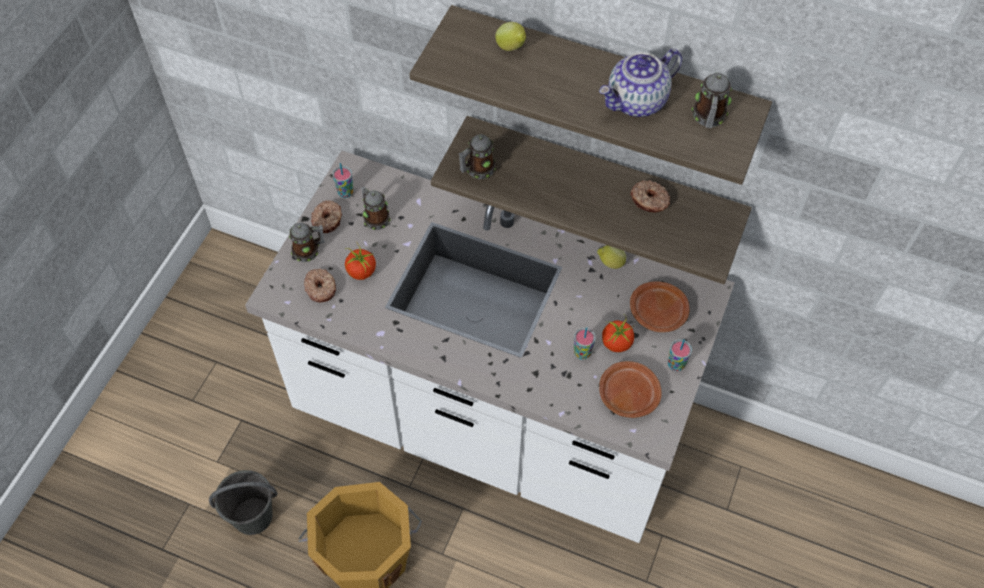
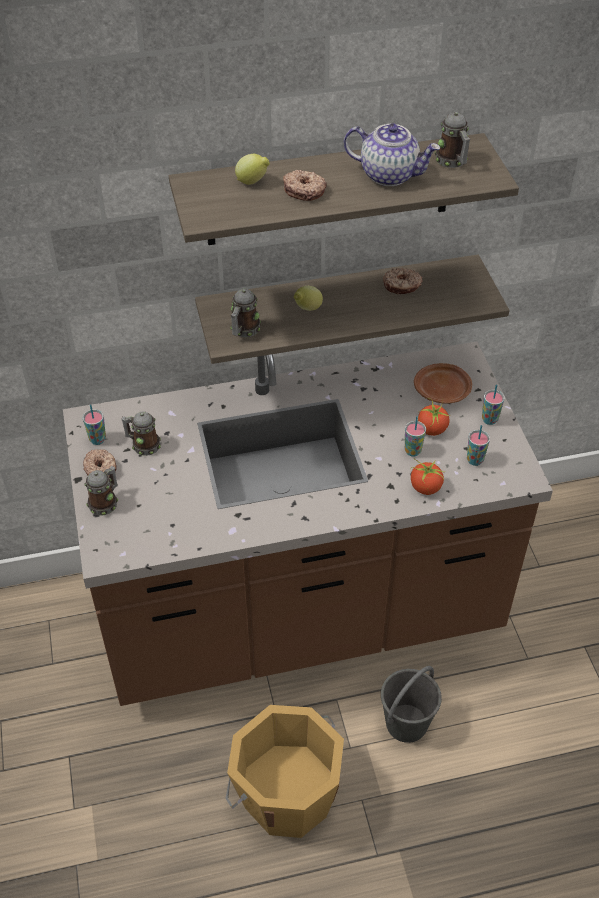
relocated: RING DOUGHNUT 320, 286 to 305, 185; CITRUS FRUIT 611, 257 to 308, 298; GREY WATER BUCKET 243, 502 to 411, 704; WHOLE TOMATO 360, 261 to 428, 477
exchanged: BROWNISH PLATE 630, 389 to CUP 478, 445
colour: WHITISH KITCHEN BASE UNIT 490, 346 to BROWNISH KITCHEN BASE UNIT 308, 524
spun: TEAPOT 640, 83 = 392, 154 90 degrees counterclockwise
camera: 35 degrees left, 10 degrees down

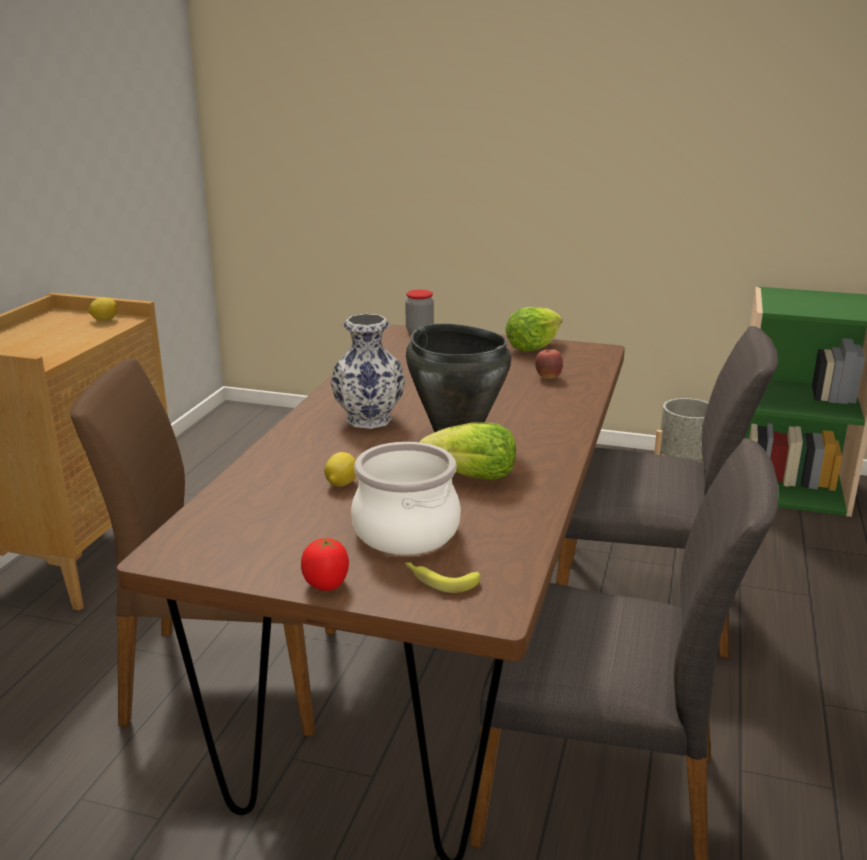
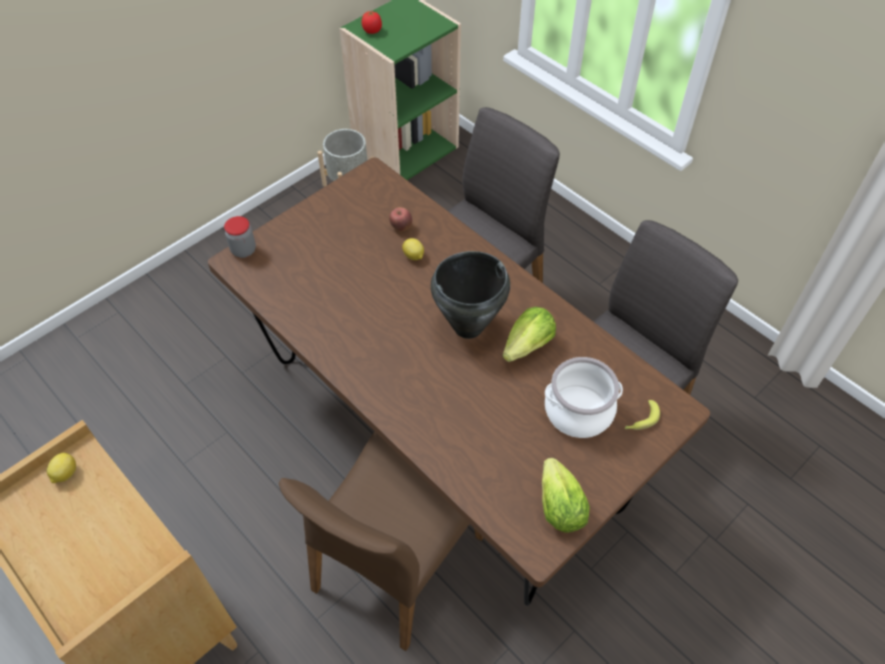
missing: VASE 368, 371
relocated: WHOLE TOMATO 325, 564 to 372, 22; CITRUS FRUIT 340, 469 to 413, 249; LETTUCE HEAD 533, 329 to 566, 495
camera: 60 degrees left, 30 degrees up

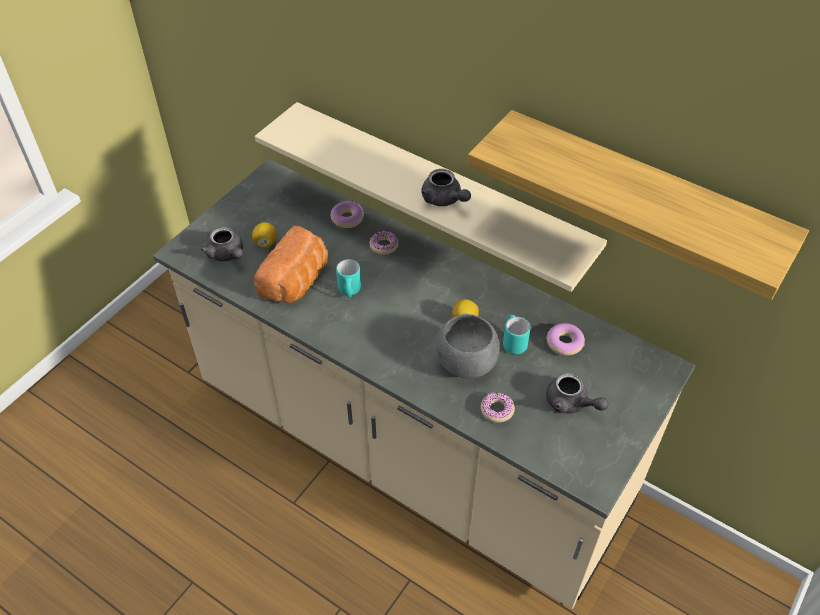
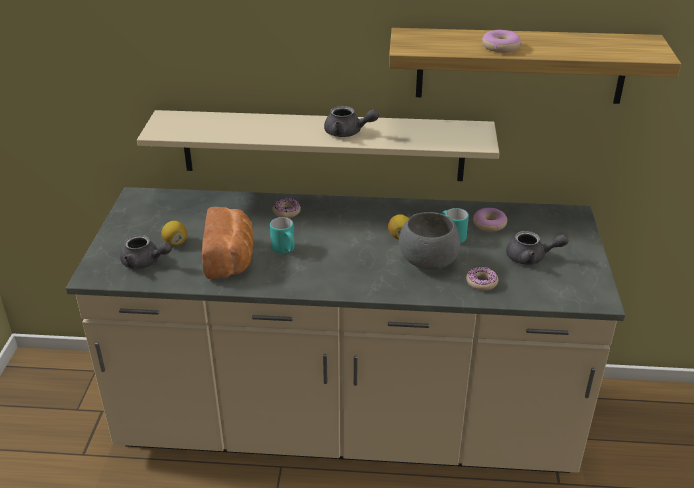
relocated: RING DOUGHNUT 347, 214 to 501, 41
camera: 30 degrees left, 15 degrees down

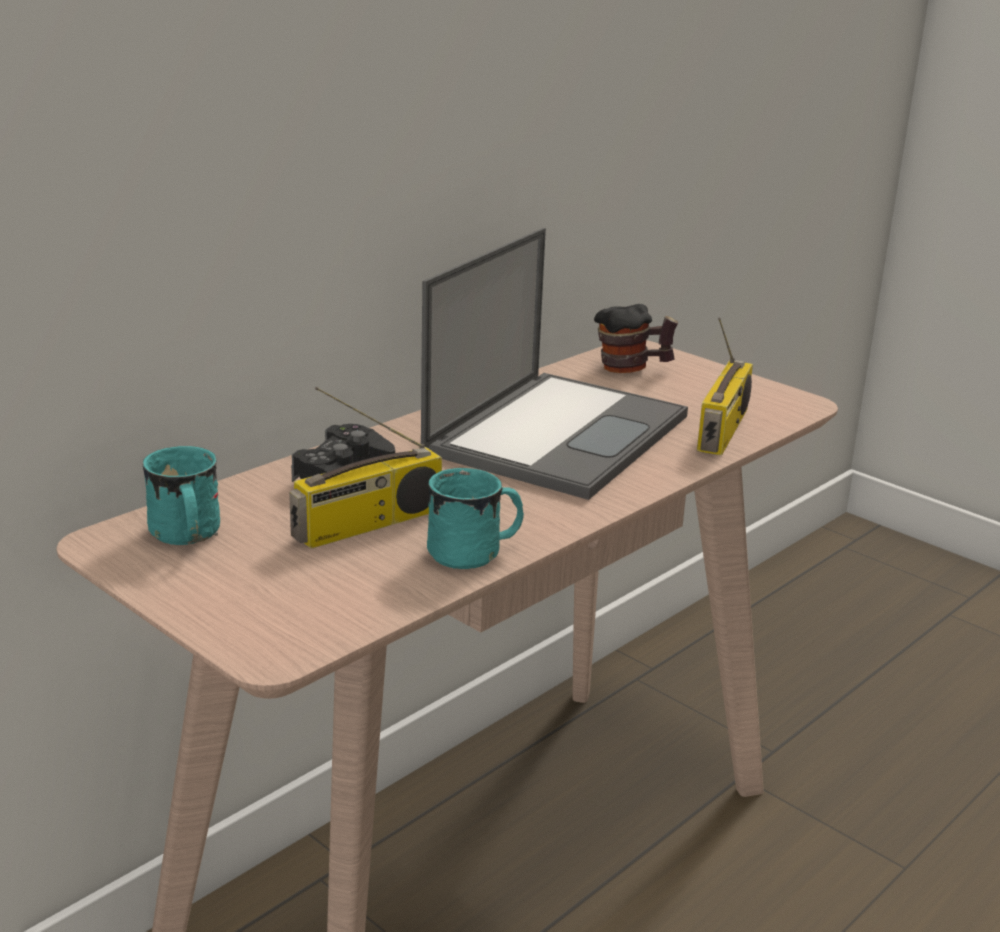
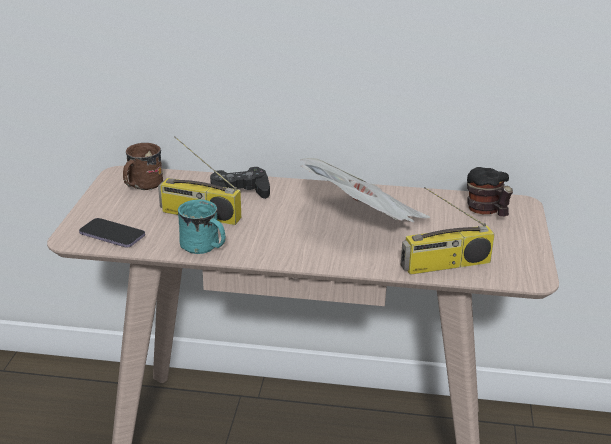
appeared: PHONE 112, 232
exchanged: LAPTOP 554, 364 to PRINTED PAPER 365, 190
colour: BLUE-GREEN COFFEE MUG 181, 495 to BROWNISH COFFEE MUG 143, 166
camera: 55 degrees right, 5 degrees up

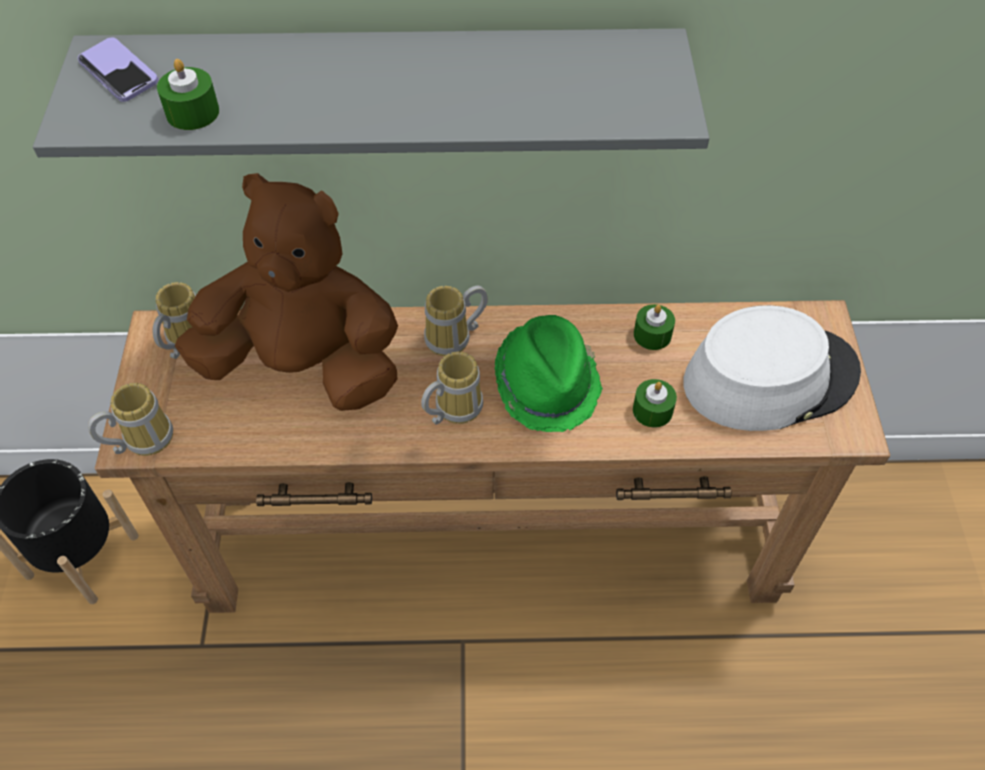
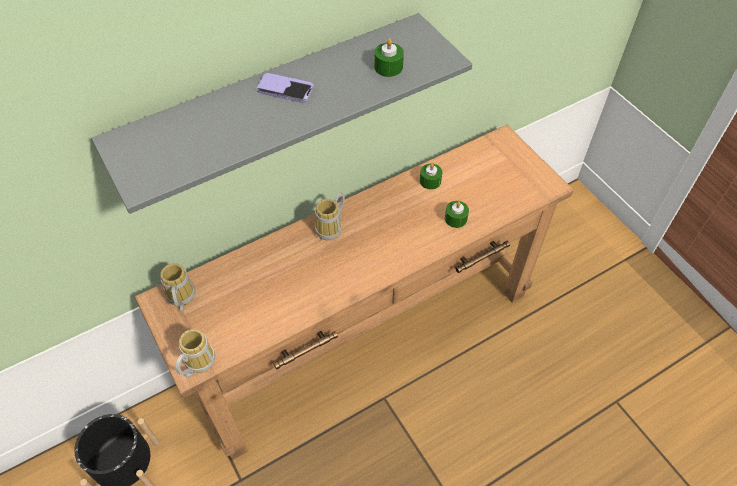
missing: BROWNISH PLUSH TOY 286, 292; COFFEE MUG 452, 388; GREEN CLOTHING HAT 548, 373; WHITISH CLOTHING HAT 772, 368
relocated: PHONE 118, 69 to 285, 88; GREEN CANDLE 188, 94 to 389, 57
camera: 30 degrees left, 0 degrees up

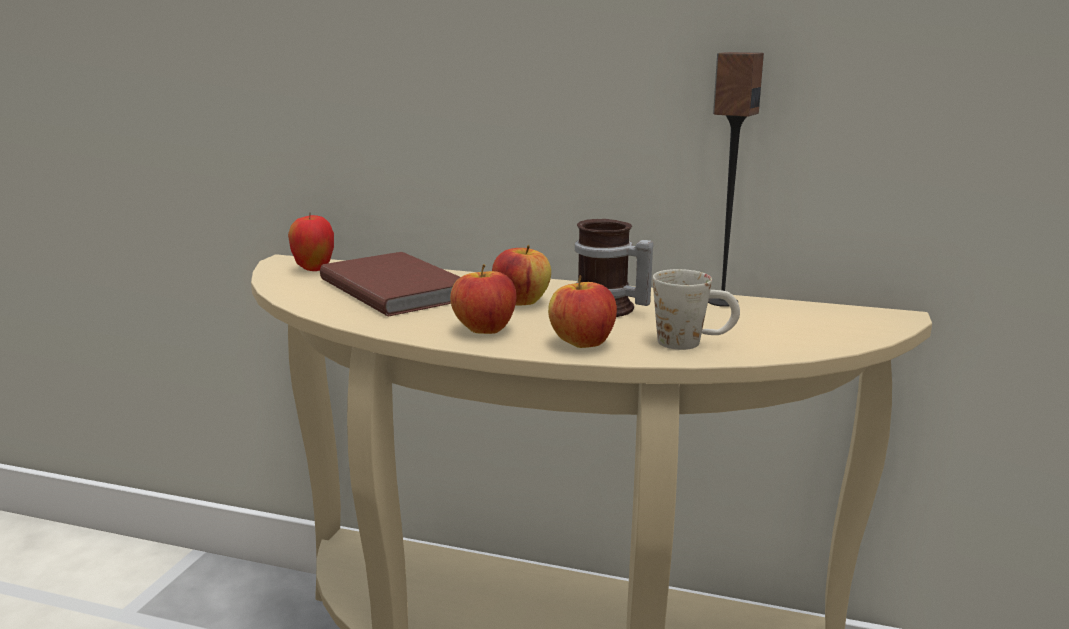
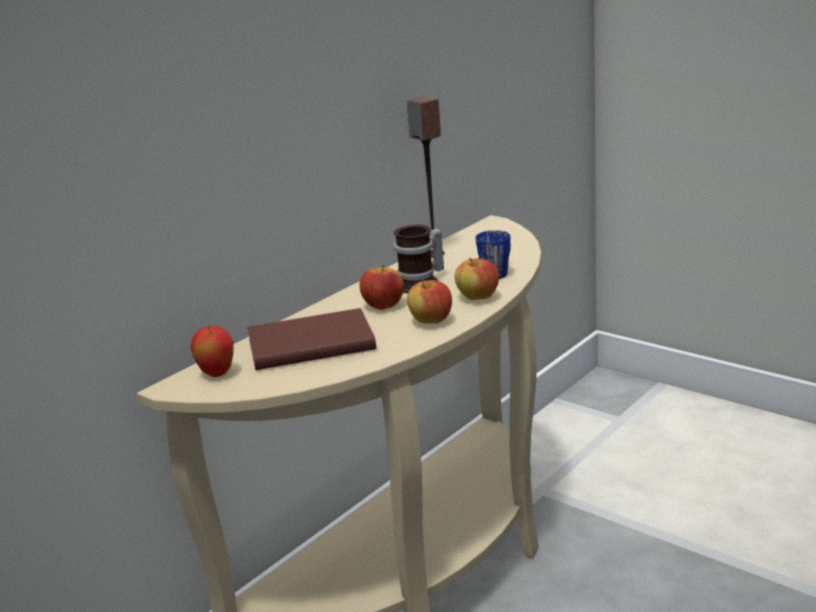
colour: WHITISH COFFEE MUG 696, 309 to BLUE COFFEE MUG 493, 254
camera: 65 degrees left, 5 degrees up

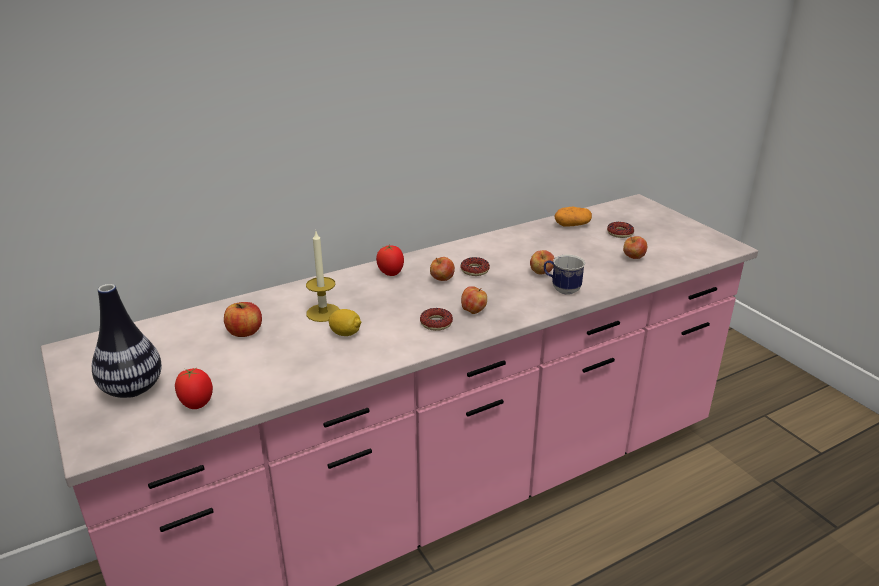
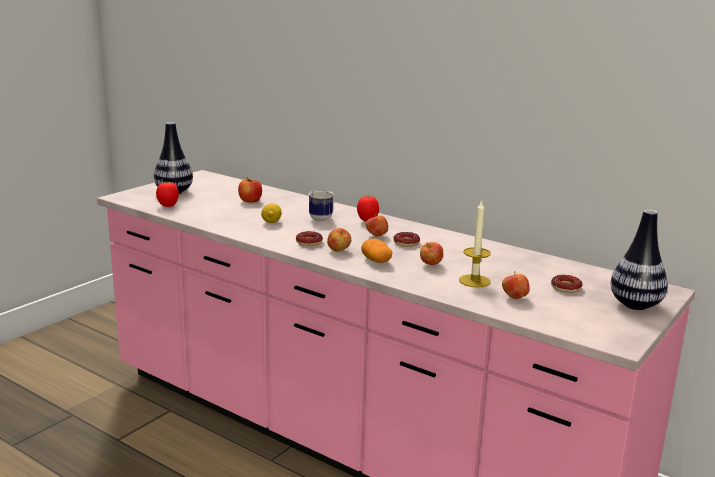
appeared: VASE 639, 260
relocated: COFFEE MUG 564, 274 to 321, 205; WHOLE POTATO 573, 217 to 376, 250; CANDLE 323, 277 to 475, 244
camera: 65 degrees right, 10 degrees down

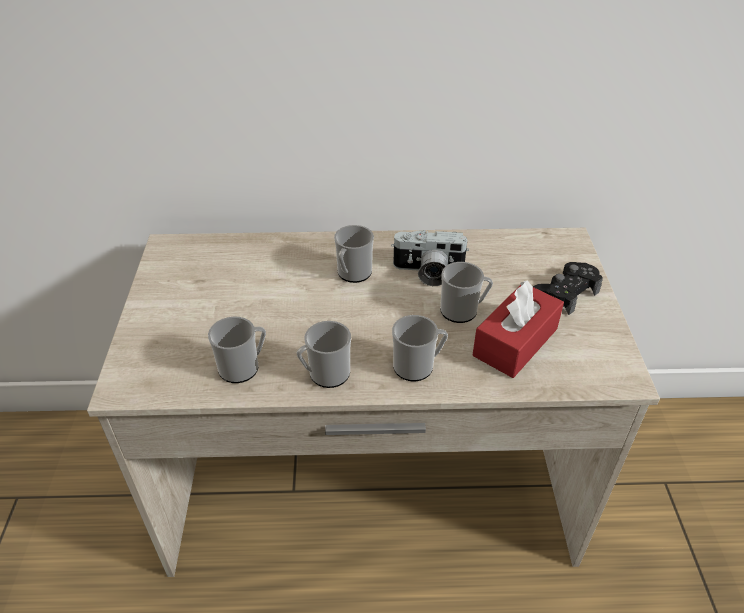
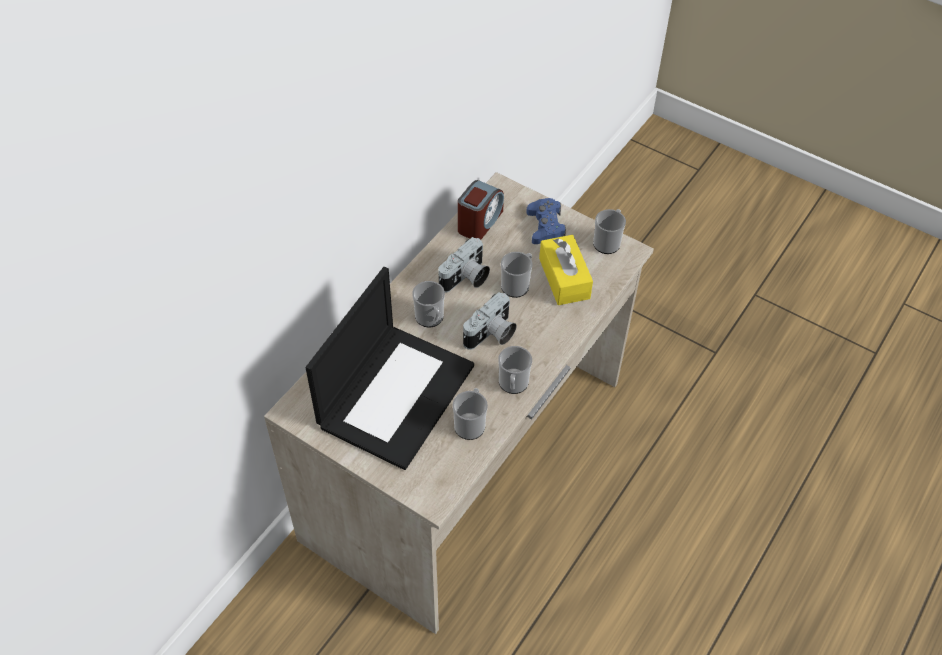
appeared: LAPTOP 390, 368; TABLE CLOCK 481, 210; STILL CAMERA 490, 321
relocated: COFFEE MUG 420, 348 to 609, 231
colour: BLACK-COLOURED GAME CONTROLLER 568, 288 to BLUE GAME CONTROLLER 546, 221; RED-COLOURED TISSUE HOLDER 518, 329 to YELLOW-COLOURED TISSUE HOLDER 566, 270
camera: 55 degrees left, 10 degrees up

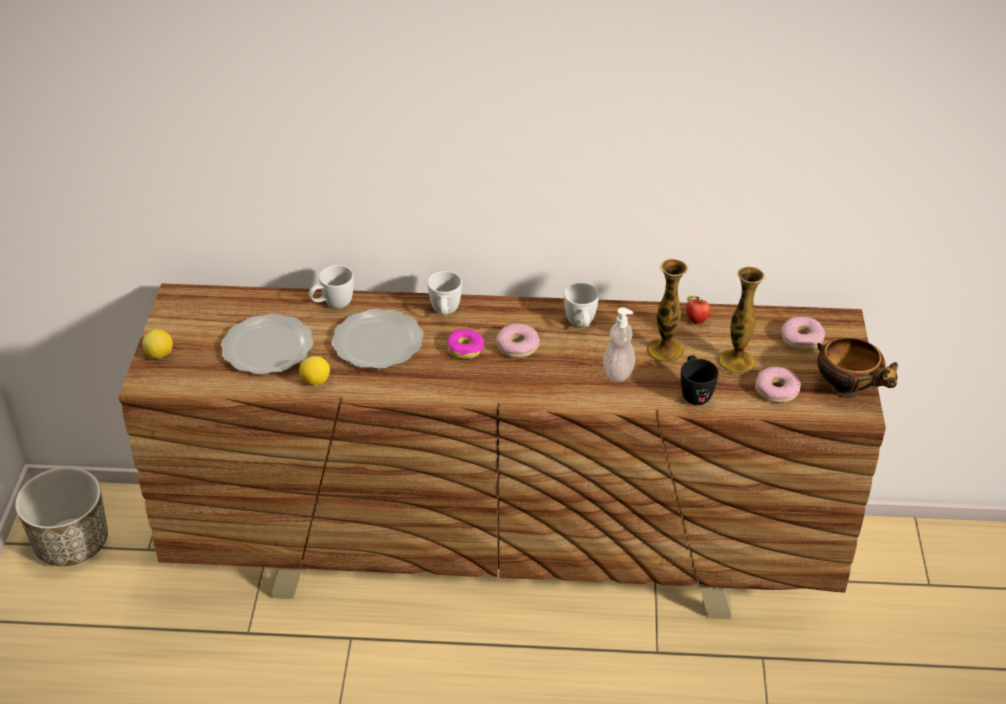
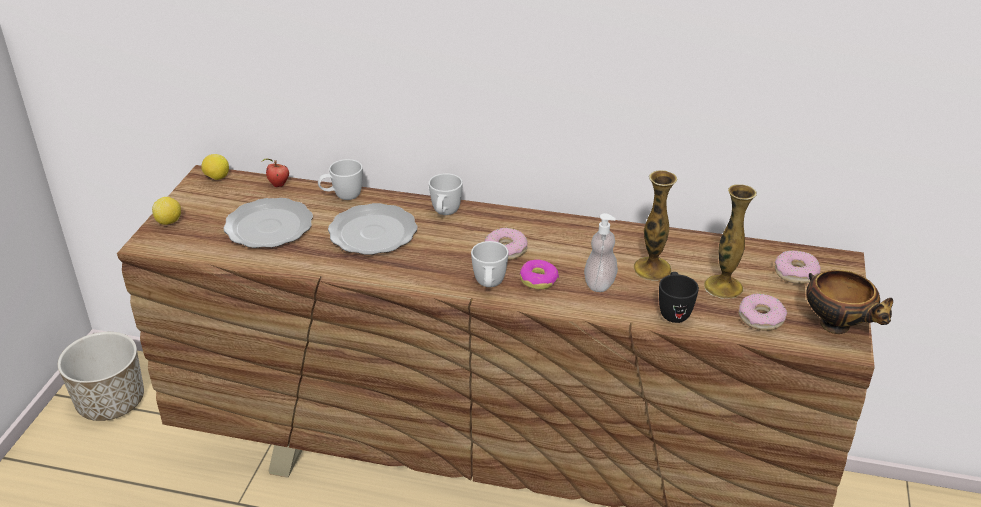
relocated: CITRUS FRUIT 314, 371 to 215, 167; APPLE FRUIT 698, 310 to 275, 172; WHITISH COFFEE MUG 581, 305 to 489, 264; RING DOUGHNUT 466, 344 to 539, 275
camera: 10 degrees right, 5 degrees down

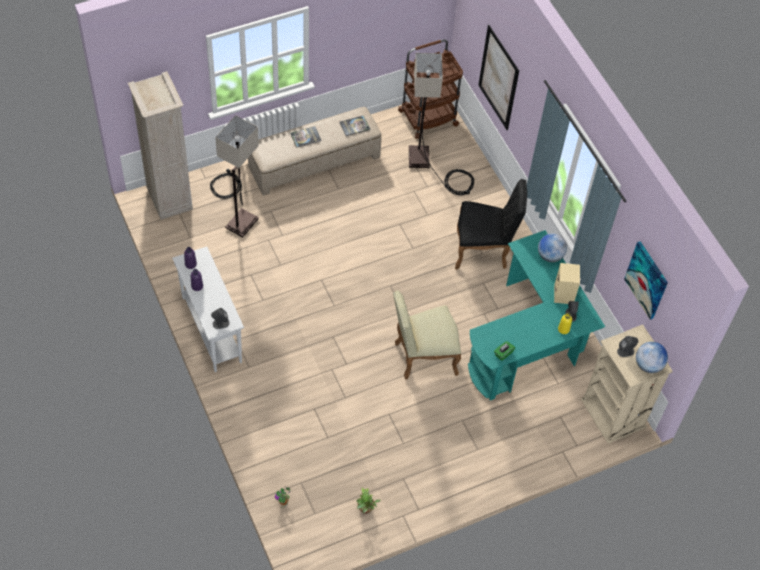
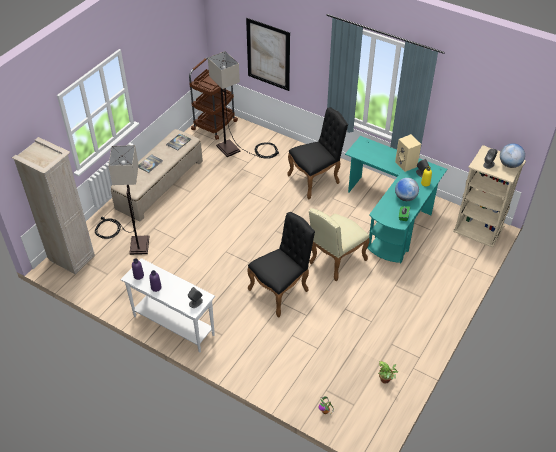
missing: WALL PICTURE 646, 280
appeared: BLACK-COLOURED UPRIGHT CHAIR 281, 265
relocated: GLOBE 552, 247 to 407, 189
camera: 30 degrees left, 10 degrees down

